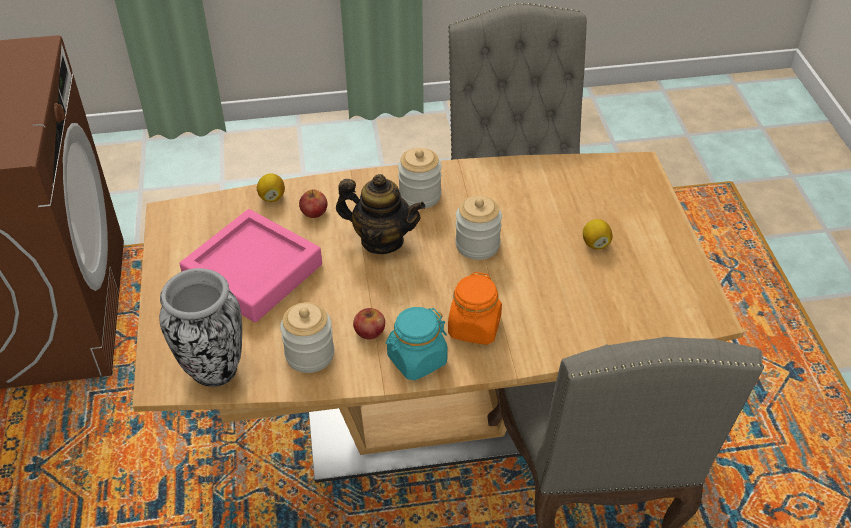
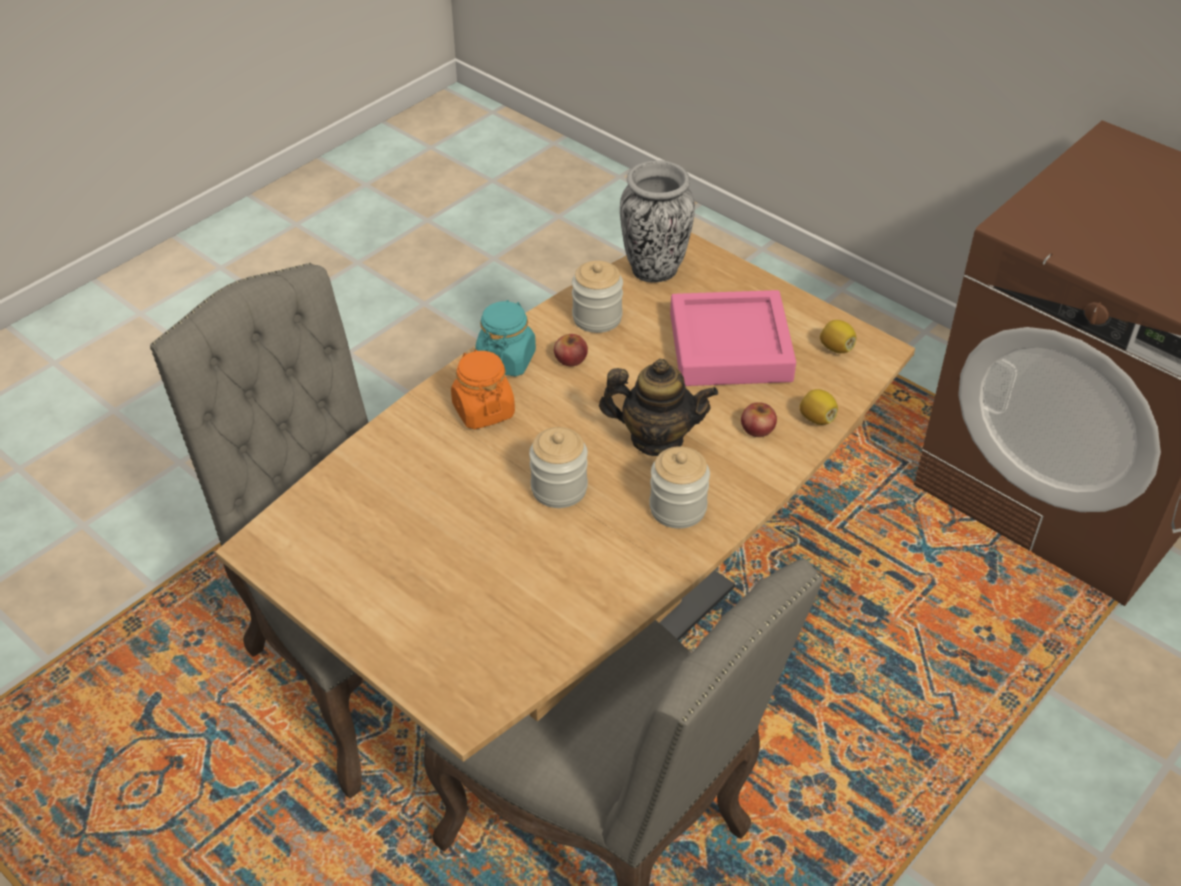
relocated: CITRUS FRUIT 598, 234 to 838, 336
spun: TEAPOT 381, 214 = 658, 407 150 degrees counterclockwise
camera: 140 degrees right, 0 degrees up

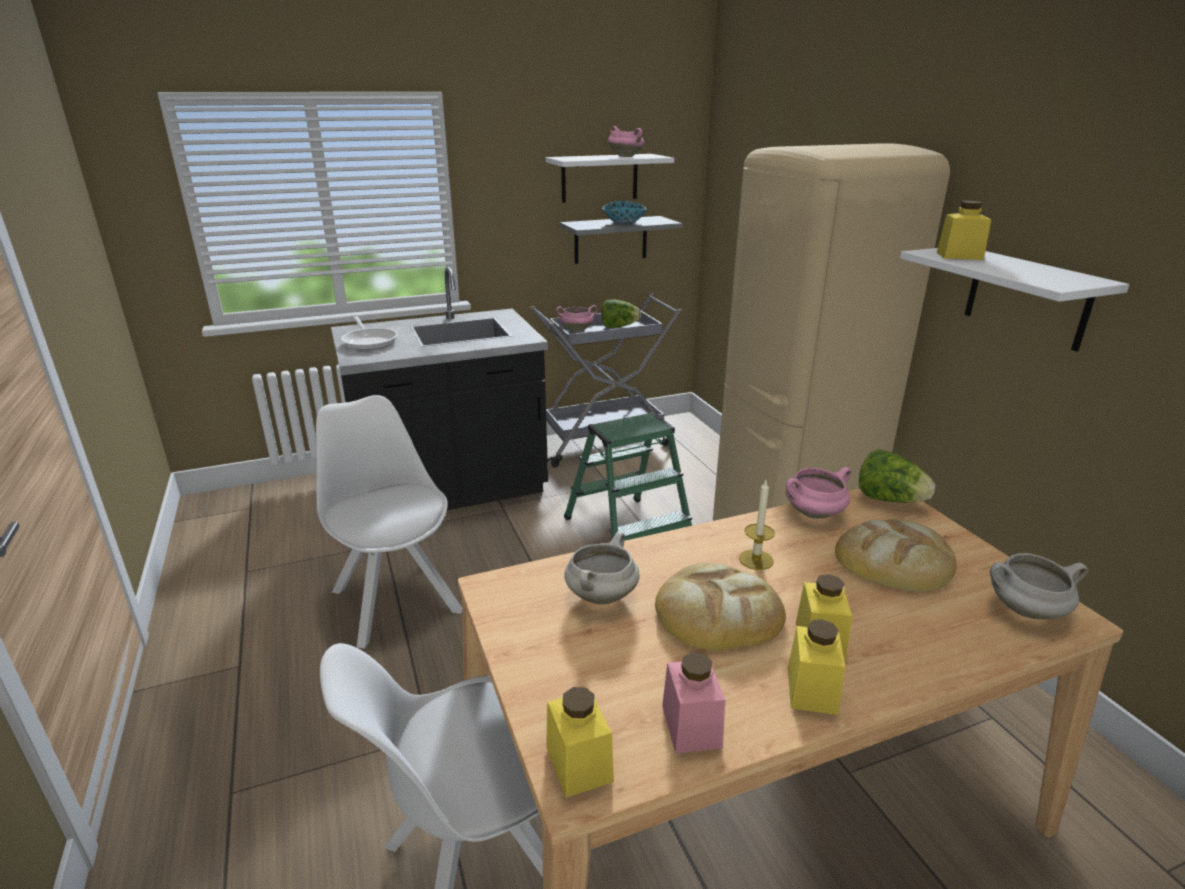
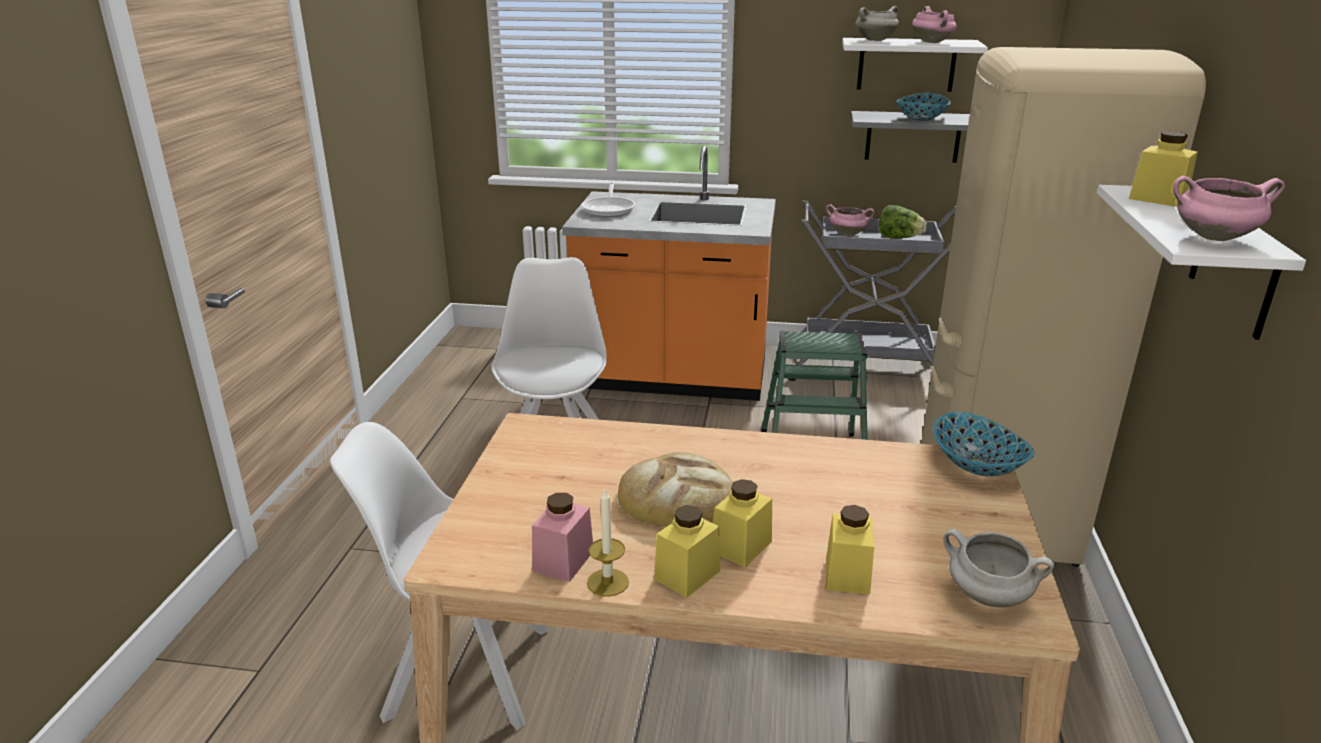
missing: BREAD 895, 555
relocated: CANDLE 757, 525 to 608, 542; YELLOW-COLOURED STORAGE JAR 580, 742 to 850, 549; WHITISH SAUCEPOT 602, 568 to 877, 23; PINKISH SAUCEPOT 819, 493 to 1229, 208
exchanged: LETTUCE HEAD 897, 476 to DEEP DISH 983, 444
colour: BLACK-COLOURED KITCHEN BASE UNIT 439, 388 to ORANGEY KITCHEN BASE UNIT 669, 273
camera: 30 degrees right, 0 degrees up

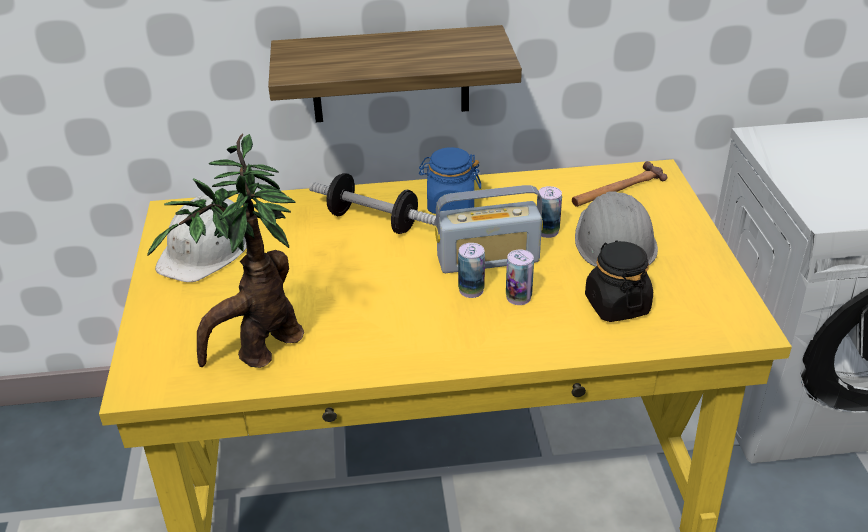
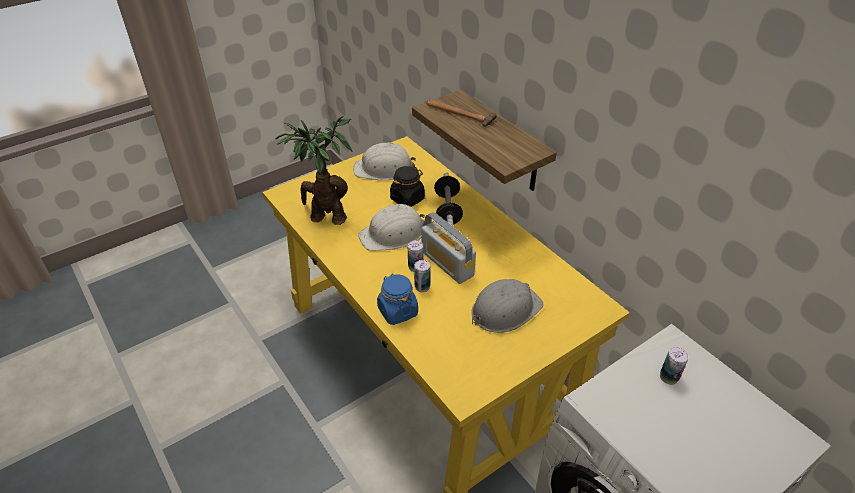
appeared: WHITISH SAFETY HELMET 391, 227
relocated: BLUE STORAGE JAR 450, 180 to 397, 299; BLACK-COLOURED STORAGE JAR 619, 281 to 407, 186; HAMMER 619, 184 to 462, 113; SEALED CAN 549, 212 to 674, 366
camera: 60 degrees right, 5 degrees up

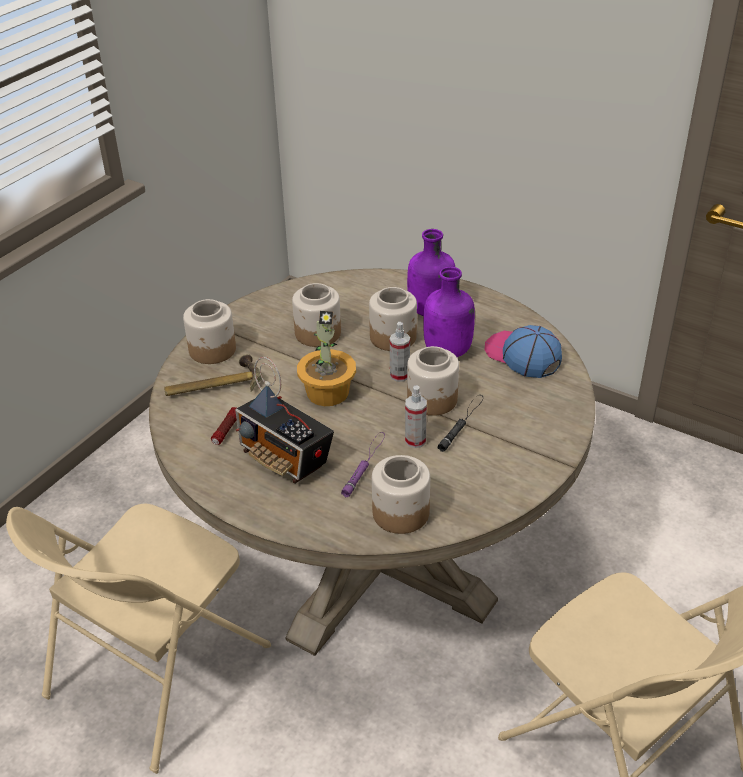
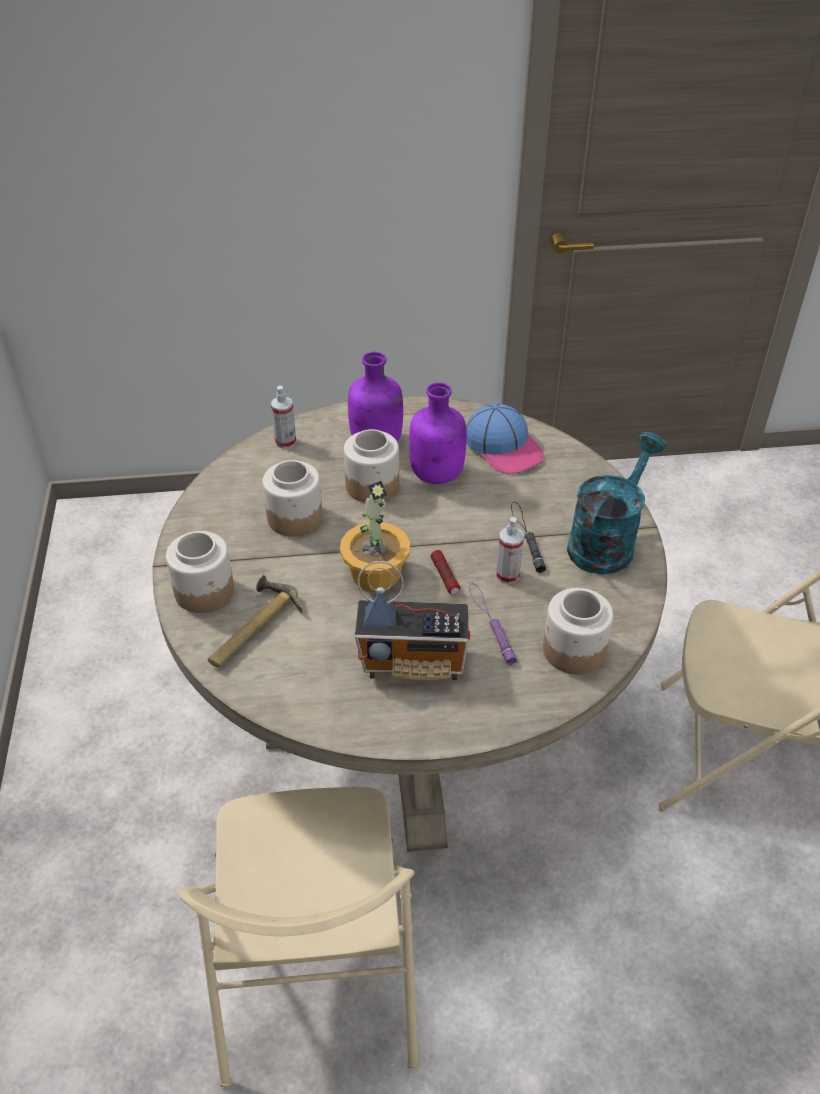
missing: STORAGE JAR 433, 381
appeared: BLUE-GREEN SPRINKLING CAN 616, 503
relocated: SPRAY BOTTLE 400, 352 to 283, 417; TORCH 224, 426 to 445, 572
spun: BASEBALL CAP 523, 351 = 505, 439 135 degrees counterclockwise
camera: 40 degrees left, 5 degrees up

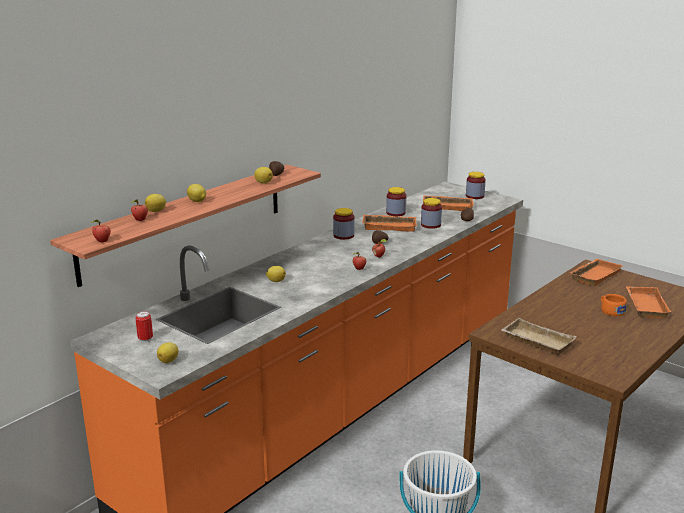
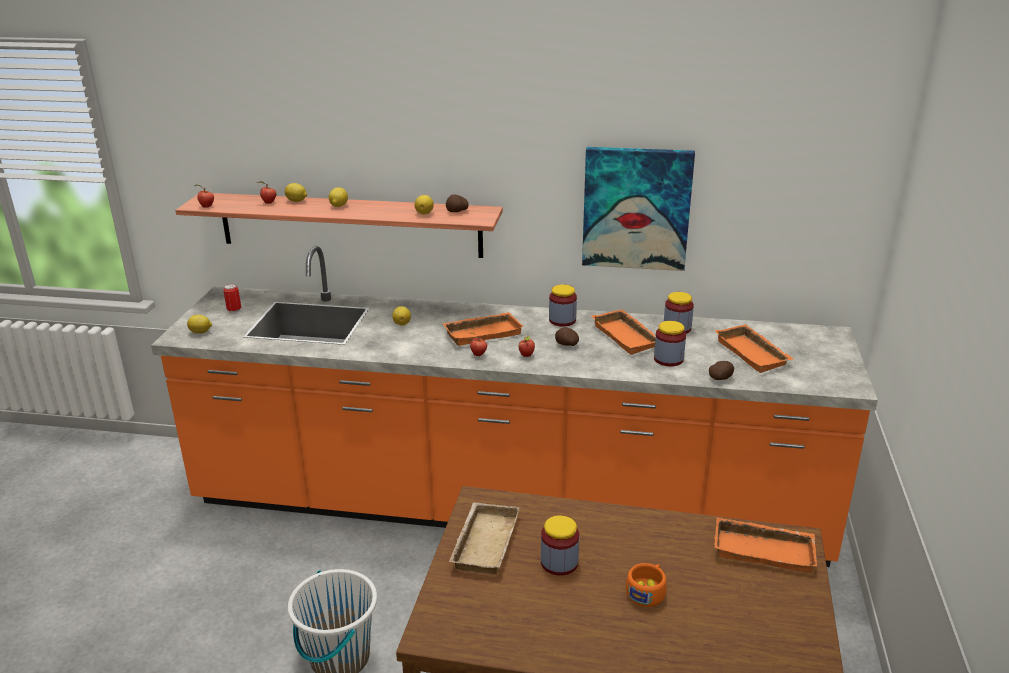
appeared: WALL PICTURE 638, 209
relocated: ORANGEY SERVING TRAY 649, 303 to 483, 329; STORAGE JAR 476, 185 to 560, 545
camera: 60 degrees right, 5 degrees up

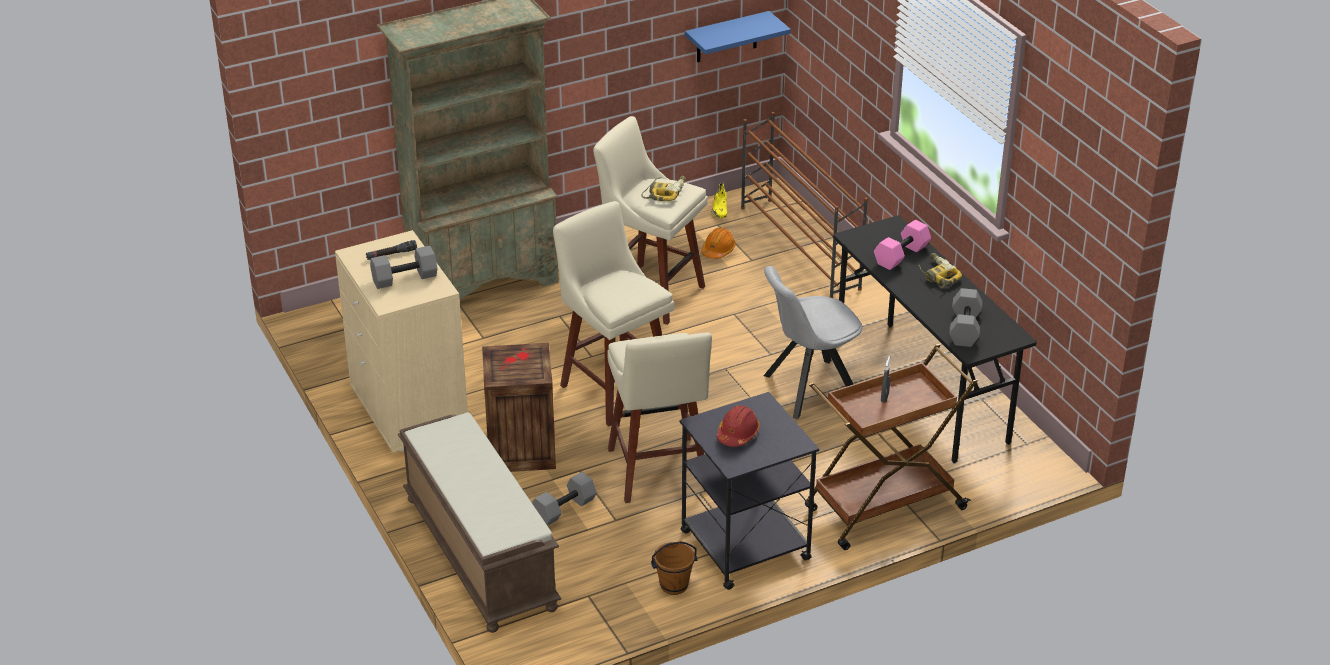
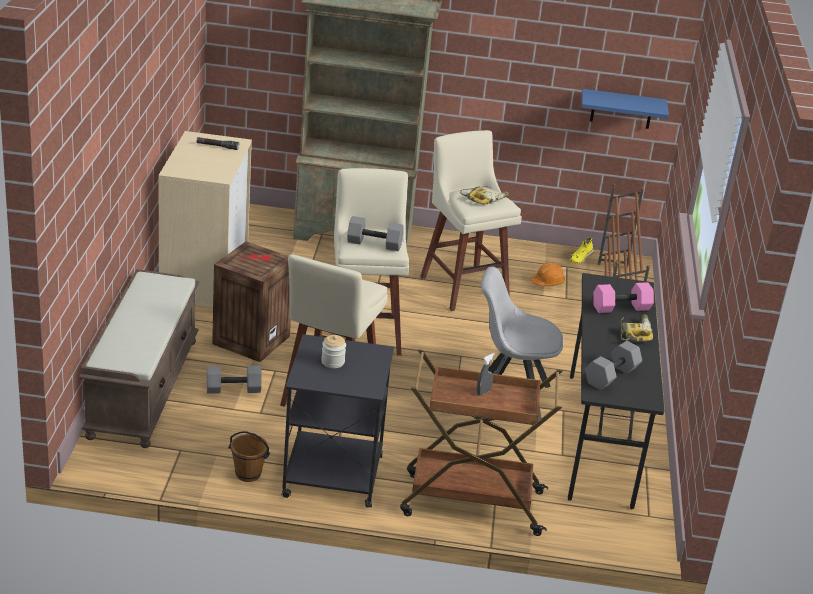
relocated: GREY FREE WEIGHT 403, 267 to 375, 233
exchanged: RED-COLOURED SAFETY HELMET 738, 426 to STORAGE JAR 333, 351
camera: 30 degrees right, 5 degrees down

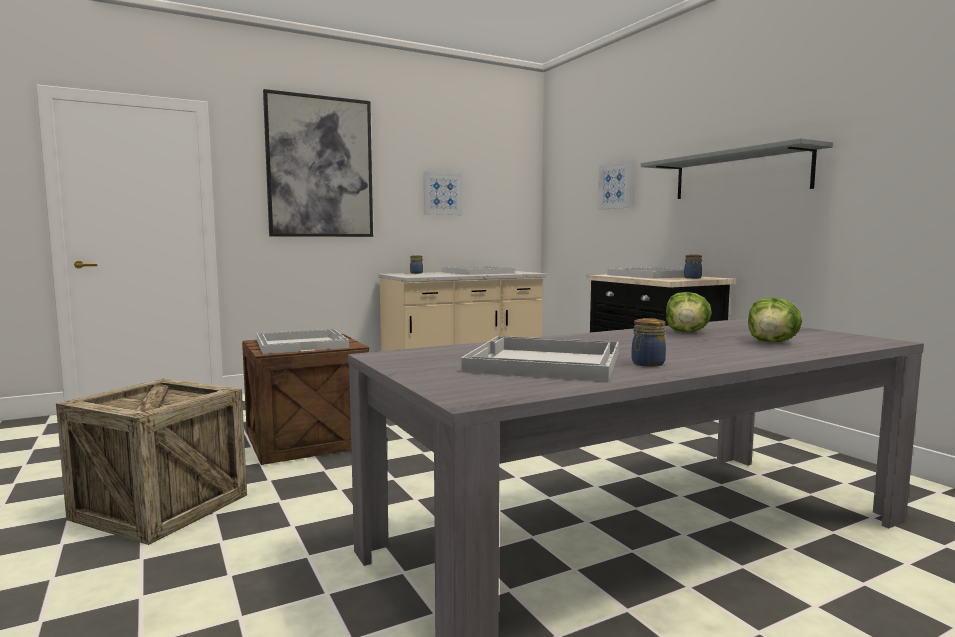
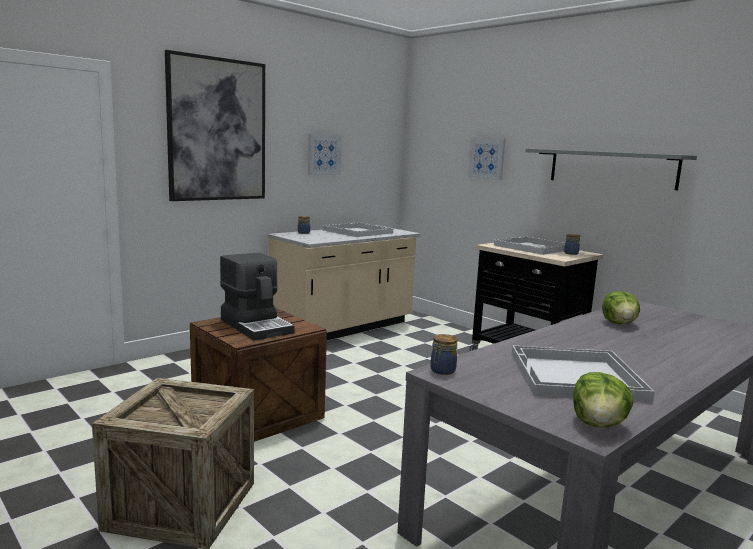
relocated: STORAGE JAR 648, 342 to 444, 354; LETTUCE HEAD 775, 320 to 603, 399
exchanged: WHITISH SERVING TRAY 303, 341 to COFFEE MACHINE 257, 297
camera: 15 degrees left, 5 degrees up

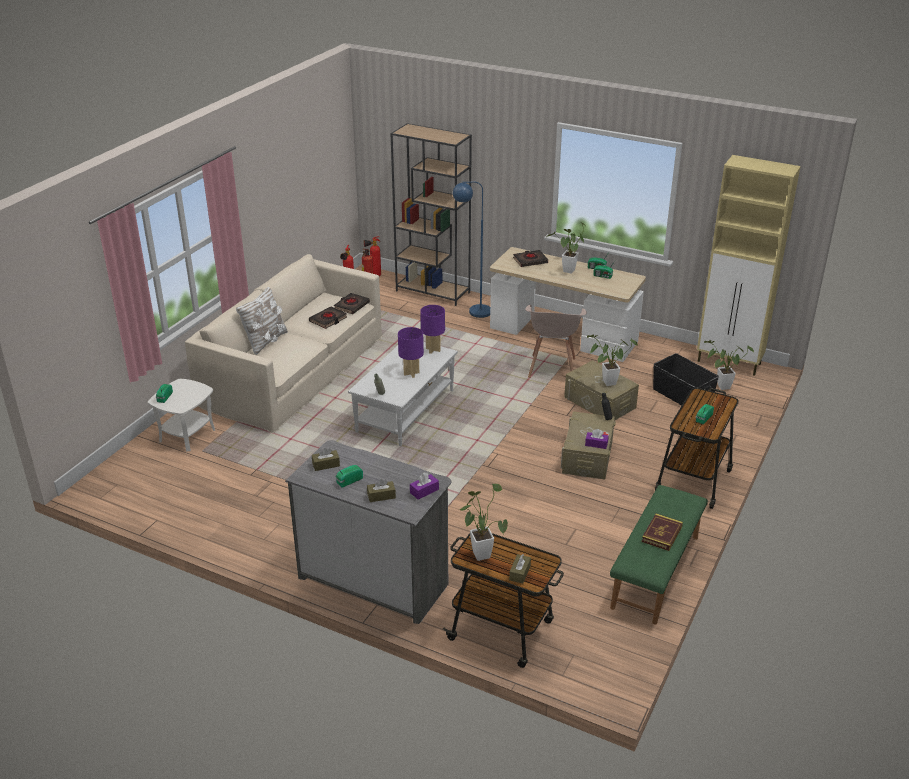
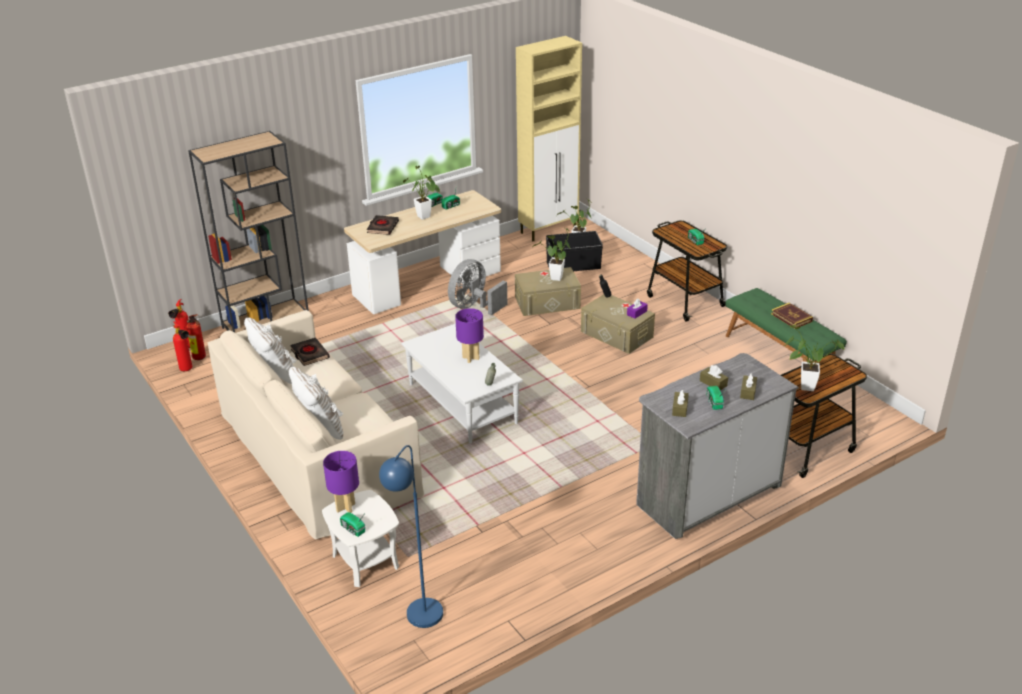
missing: BLACK-COLOURED BOUND BOOK 328, 317; PURPLE TISSUE HOLDER 424, 486
appeared: WHITISH PILLOW 270, 351
relocated: PURPLE LAMP FOR A TABLE 432, 329 to 341, 482; BLUE FLOOR LAMP 471, 250 to 411, 536; BROWNISH TISSUE HOLDER 520, 568 to 714, 377
exchanged: BEIGE UPRIGHT CHAIR 556, 341 to GREY ELECTRIC FAN 478, 287
camera: 60 degrees left, 0 degrees up

